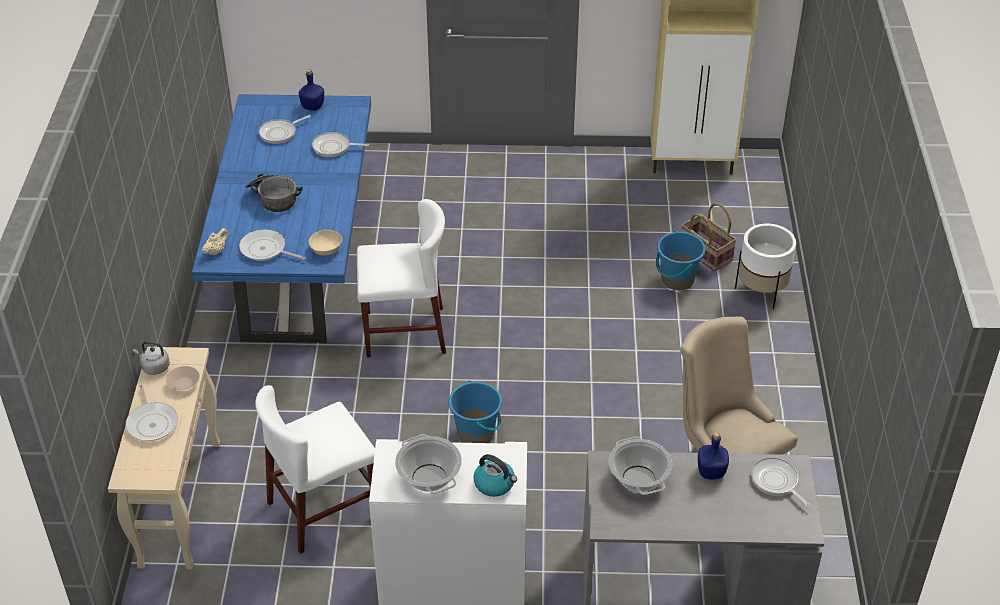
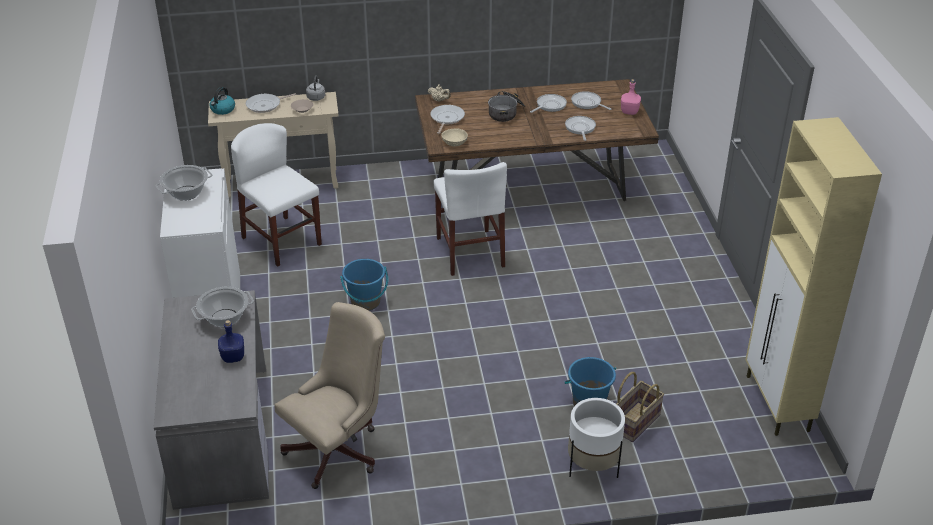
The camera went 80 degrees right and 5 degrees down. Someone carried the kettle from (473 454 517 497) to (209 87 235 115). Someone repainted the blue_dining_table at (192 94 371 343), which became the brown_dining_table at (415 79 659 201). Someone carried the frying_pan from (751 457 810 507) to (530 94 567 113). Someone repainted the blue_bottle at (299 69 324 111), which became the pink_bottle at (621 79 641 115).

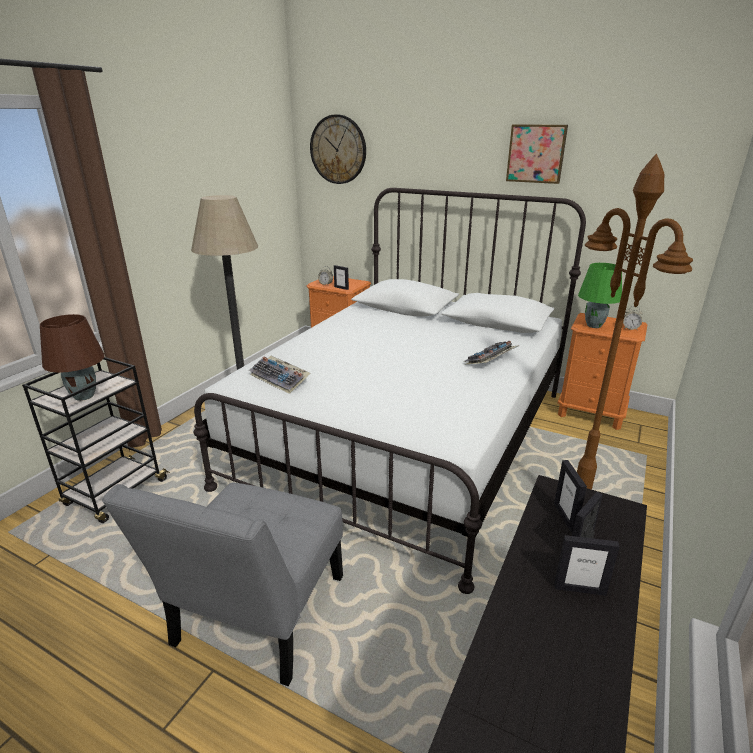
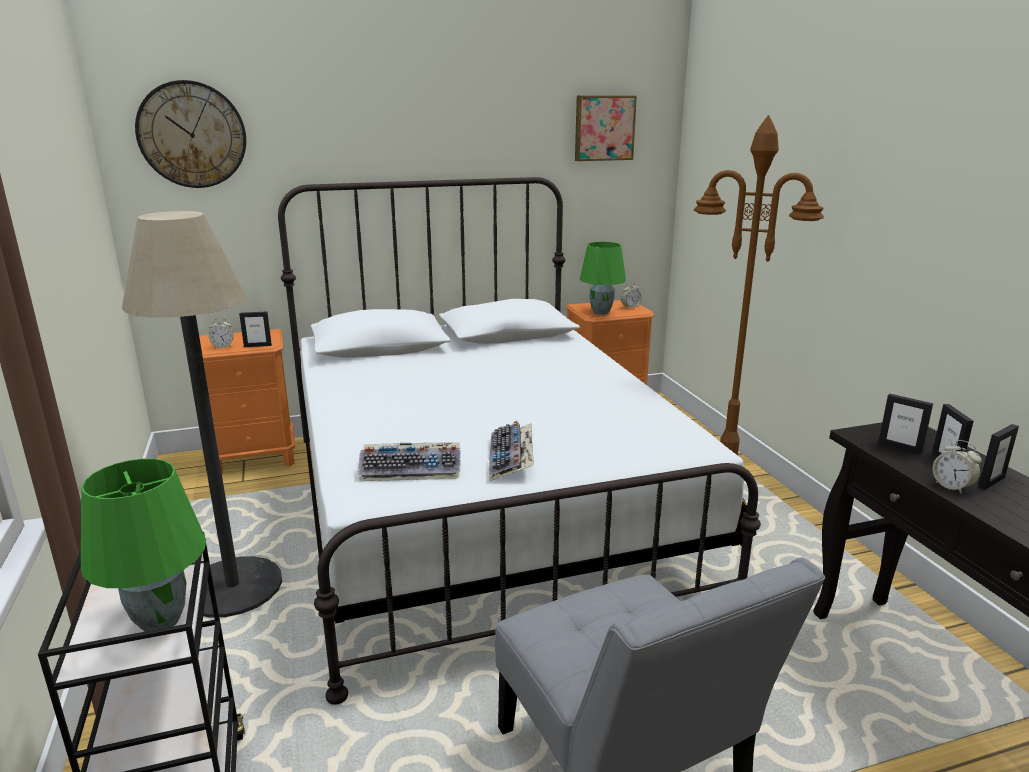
The camera went 45 degrees left and 5 degrees down. Someone repainted the brown_table_lamp at (40 314 104 401), which became the green_table_lamp at (81 458 206 632). Someone carried the keyboard from (464 341 520 365) to (489 421 534 481). Someone carried the picture from (506 124 568 184) to (575 96 637 161). Someone put down the alarm_clock at (933 440 982 494).

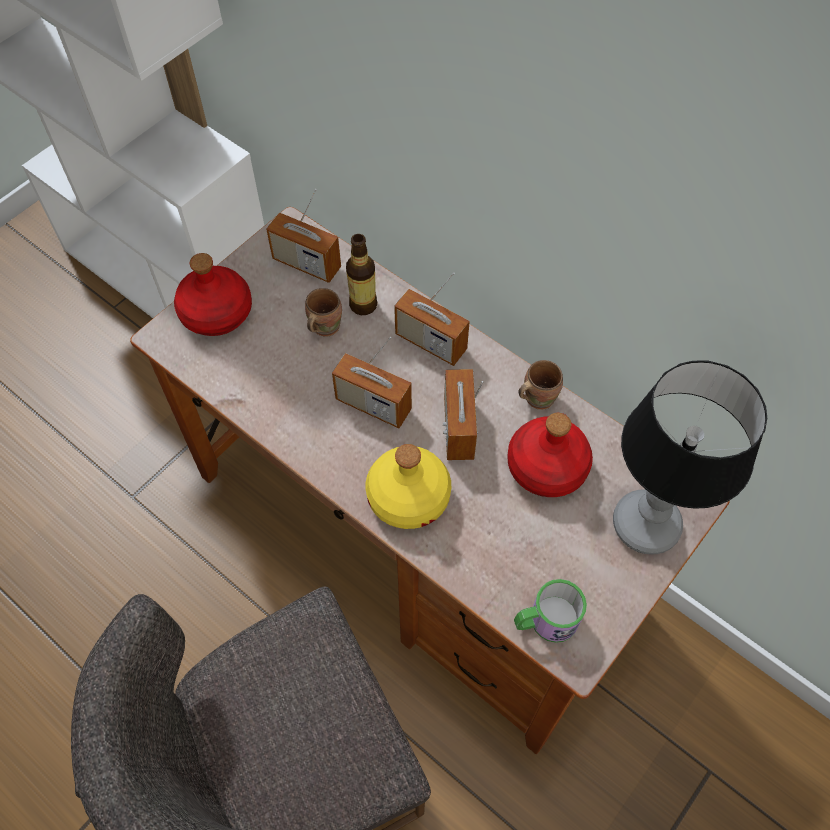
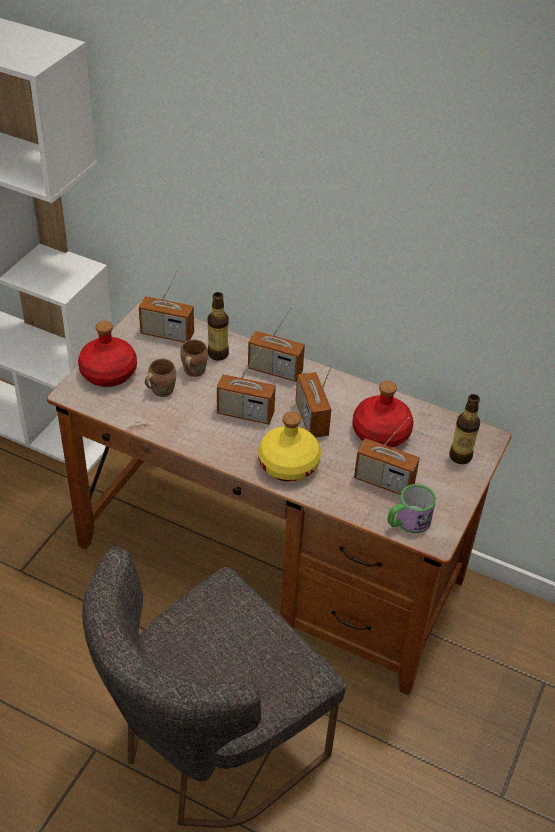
The camera went 15 degrees left and 15 degrees down. Someone carried the brown_mug from (519 360 563 410) to (145 359 176 397). Someone put down the radio at (354 417 420 495). Someone swapped the table_lamp at (613 360 767 555) for the bottle at (449 394 480 464).

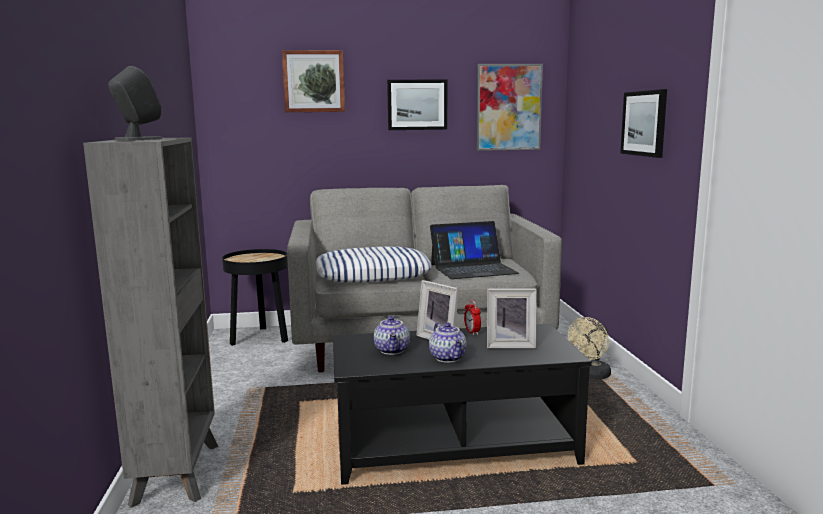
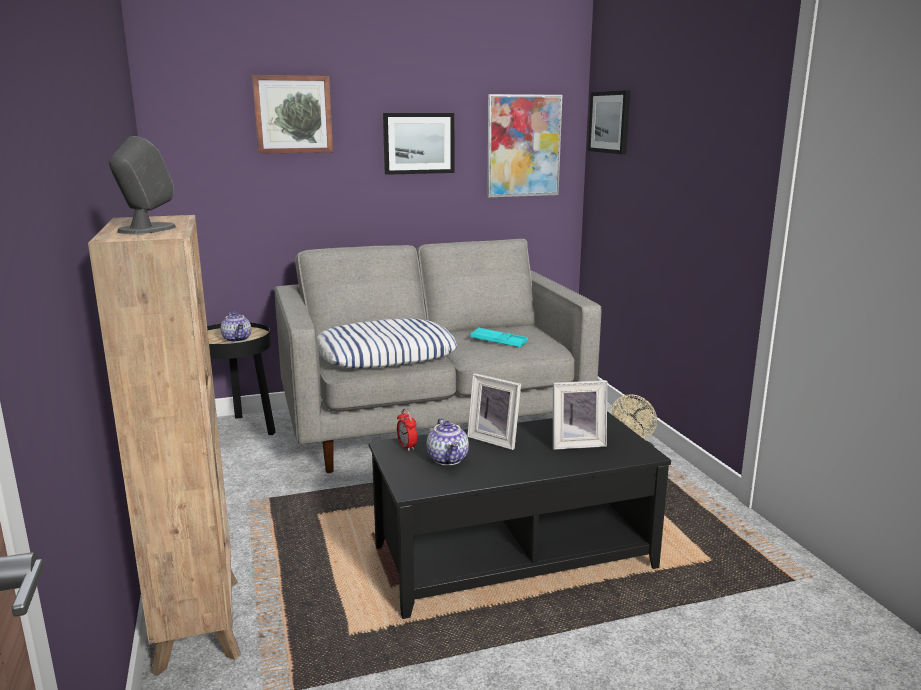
The camera went 10 degrees left and 5 degrees up. Someone repainted the grey_bookcase at (83 137 218 508), which became the brown_bookcase at (88 215 241 676). Someone carried the teapot from (429 322 467 363) to (221 312 251 342). Someone carried the alarm_clock from (464 300 481 335) to (397 409 417 451). Someone swapped the laptop at (430 221 519 279) for the turquoise_tray at (470 327 528 347). Someone carried the picture from (620 89 667 158) to (588 90 630 154).

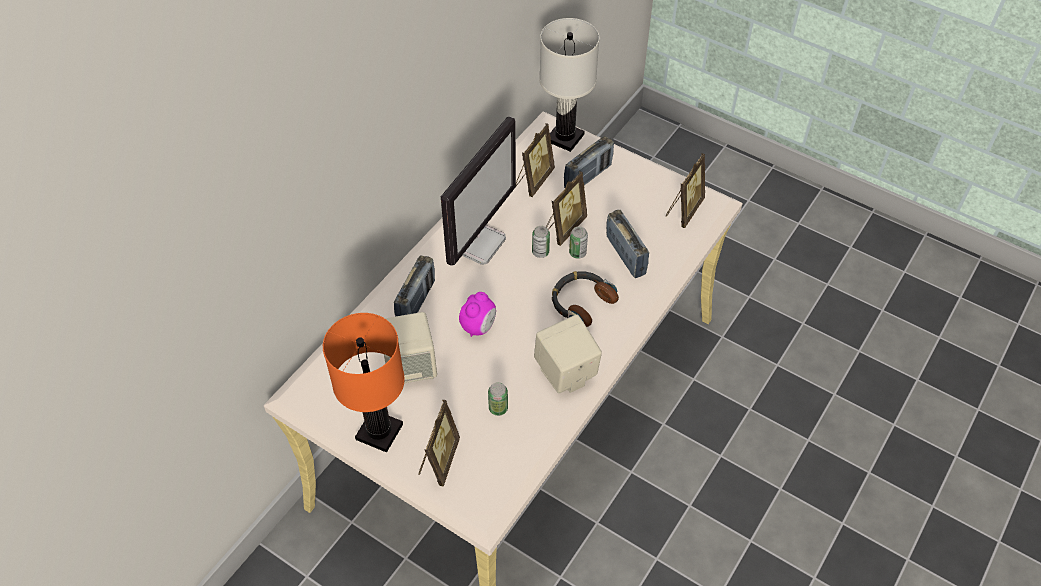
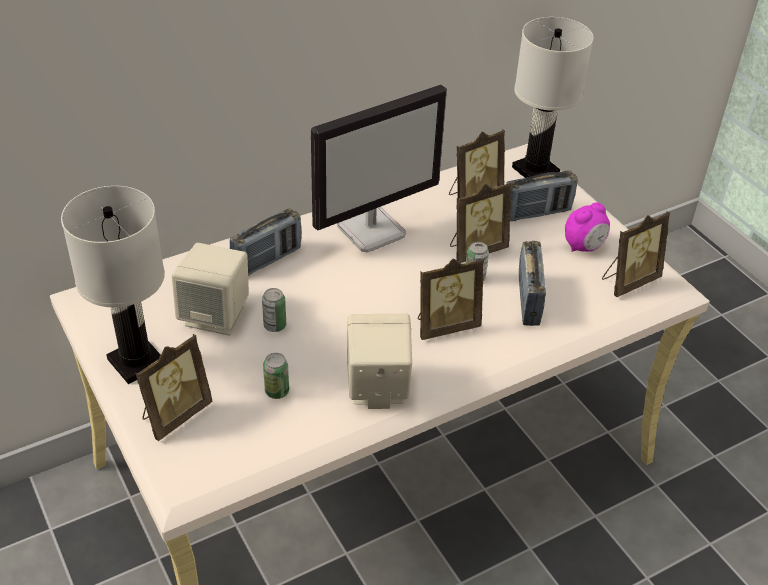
The camera went 25 degrees right and 10 degrees down. Someone repainted the orange_table_lamp at (323 313 405 452), which became the white_table_lamp at (61 186 165 384). Someone carried the can from (532 226 550 258) to (262 288 286 332). Someone swapped the headphones at (552 271 619 327) for the picture_frame at (418 258 484 340). Someone carried the alarm_clock from (459 292 496 337) to (565 202 610 252).

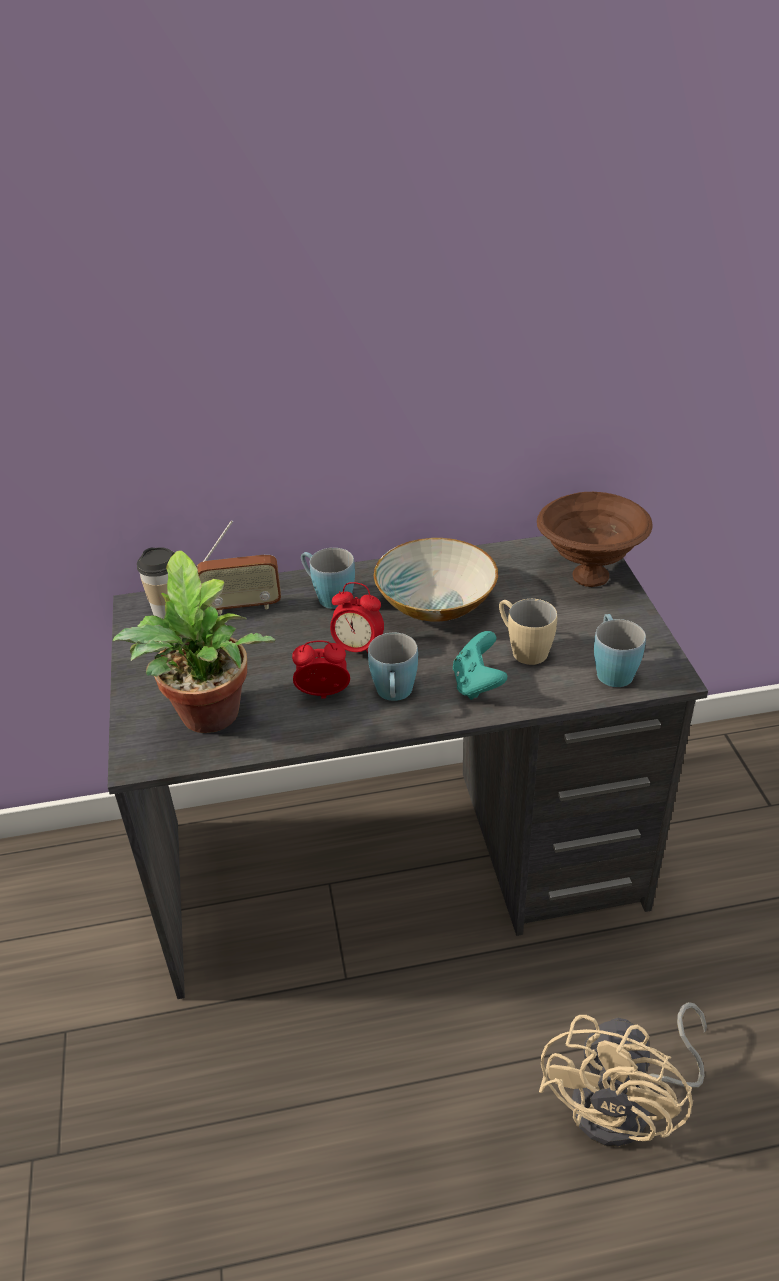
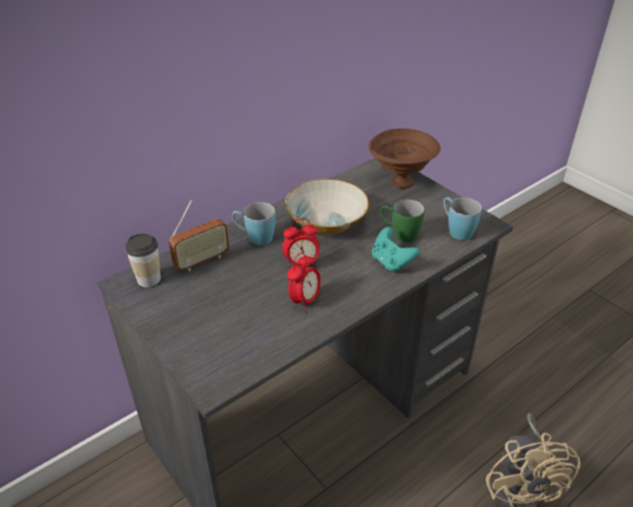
The camera went 30 degrees left and 0 degrees up. Someone rotated the alarm_clock at (292 640 350 699) by 150 degrees clockwise. Someone repainted the beige_mug at (499 599 557 665), which became the green_mug at (380 199 425 242). Someone took away the potted_plant at (113 550 276 733). Someone took away the blue_mug at (368 633 418 701).

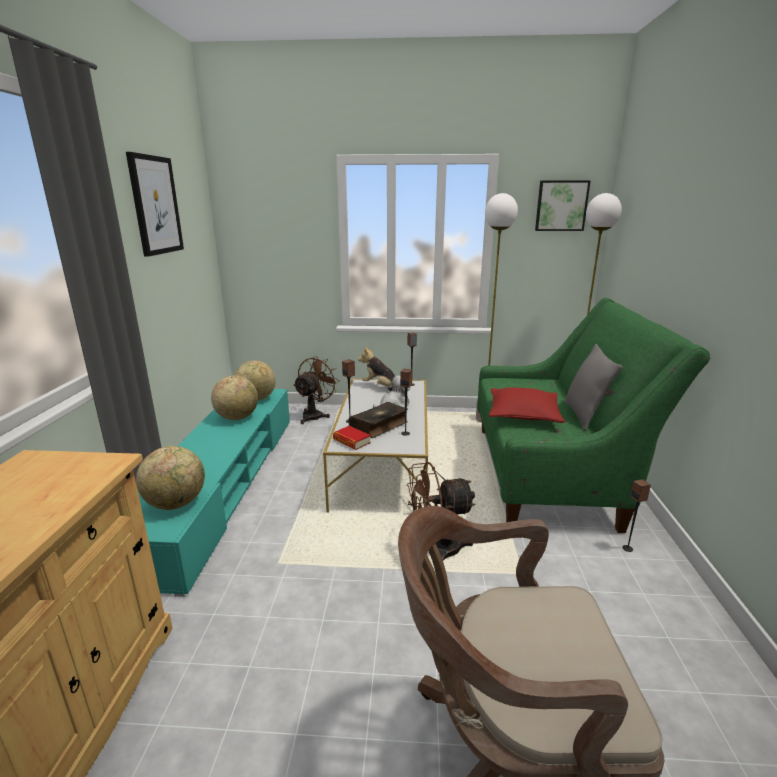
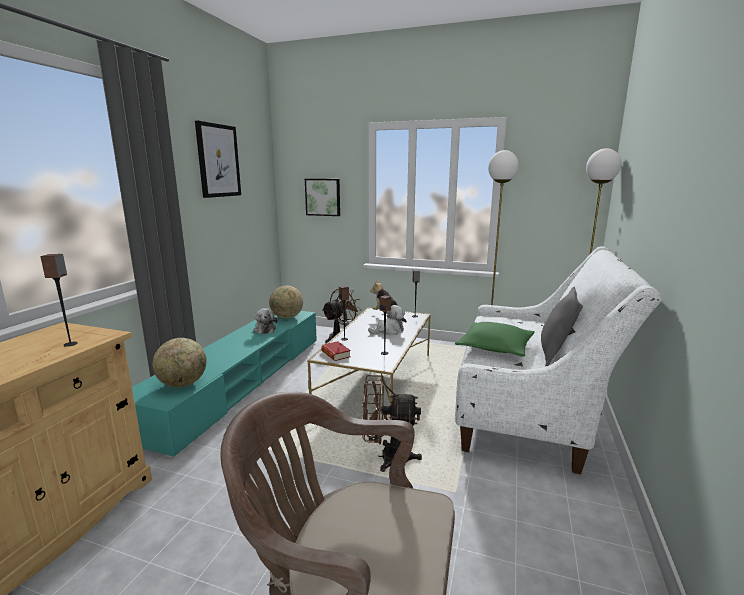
The camera went 15 degrees right and 5 degrees down. Someone carried the speaker from (622 479 651 552) to (40 254 78 347). Someone swapped the globe at (211 375 258 420) for the plush_toy at (253 308 277 334). Someone carried the picture from (535 180 591 231) to (305 179 340 216). Someone repainted the green_sofa at (477 298 710 533), which became the white_sofa at (455 246 662 474). Someone repainted the red_pillow at (489 387 565 423), which became the green_pillow at (455 322 535 356). Someone took away the book at (349 402 408 438).

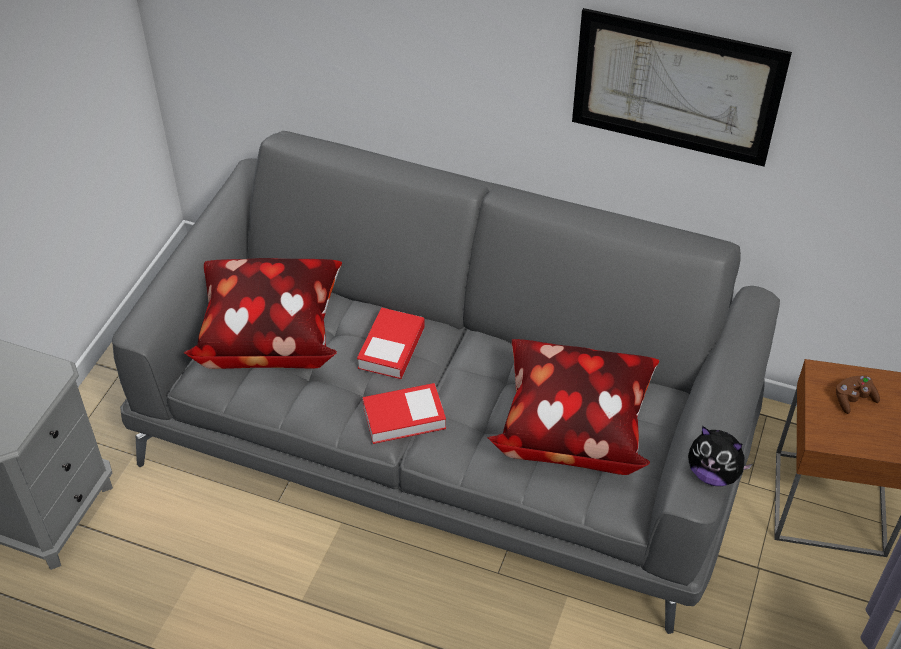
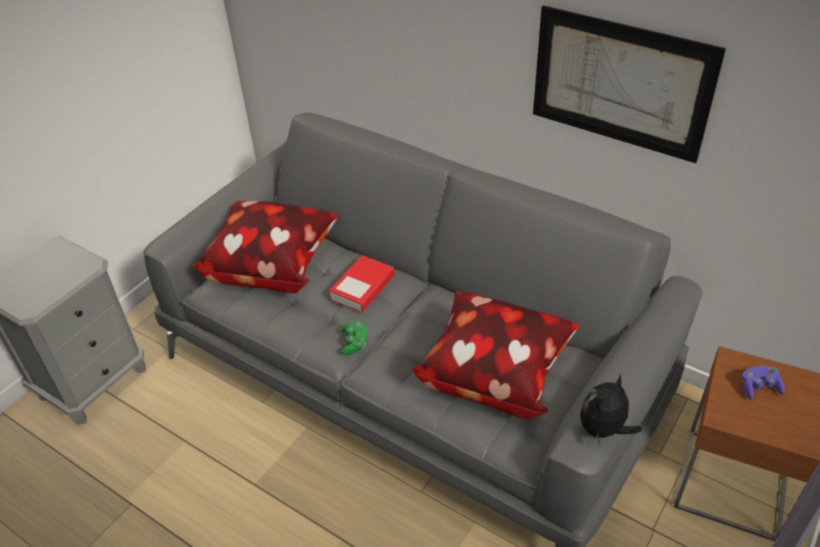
The camera went 15 degrees right and 5 degrees down. Someone swapped the book at (362 383 446 444) for the green_game_controller at (341 321 368 355). Someone rotated the plush_toy at (688 426 753 486) by 90 degrees clockwise. Someone repainted the brown_game_controller at (836 375 880 414), which became the purple_game_controller at (742 366 785 399).

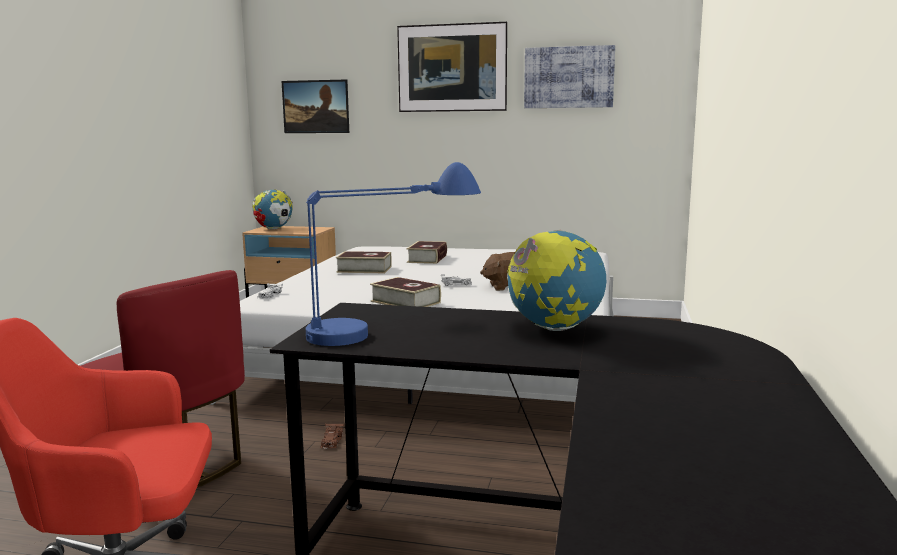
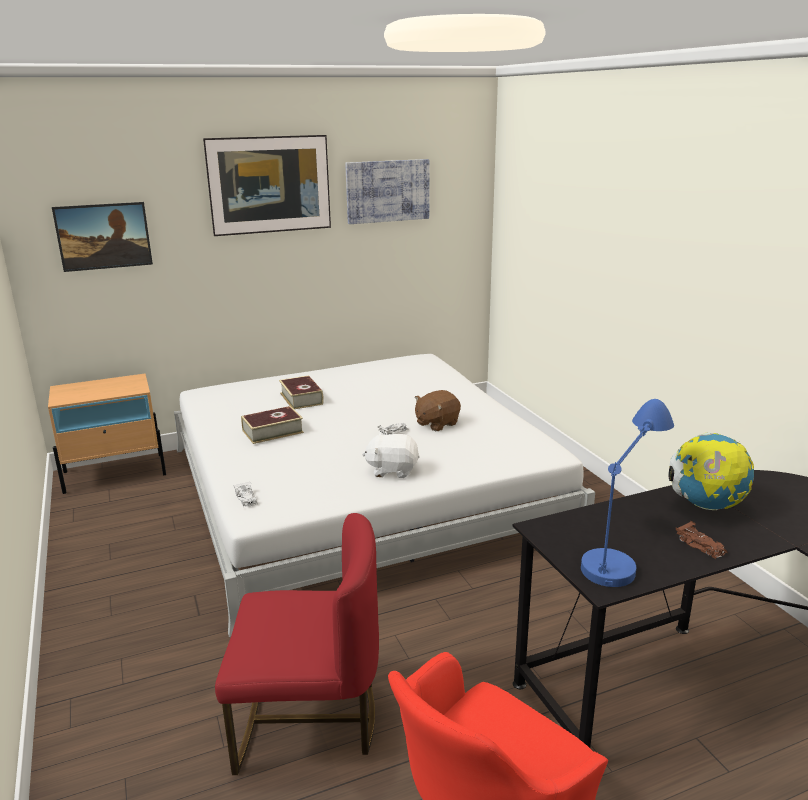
The camera went 35 degrees left and 10 degrees up. Someone swapped the book at (370 277 441 307) for the white_plush_toy at (362 432 420 478). Someone carried the brown_toy_car from (321 424 344 448) to (676 521 728 559). Someone took away the globe at (252 189 293 229).

